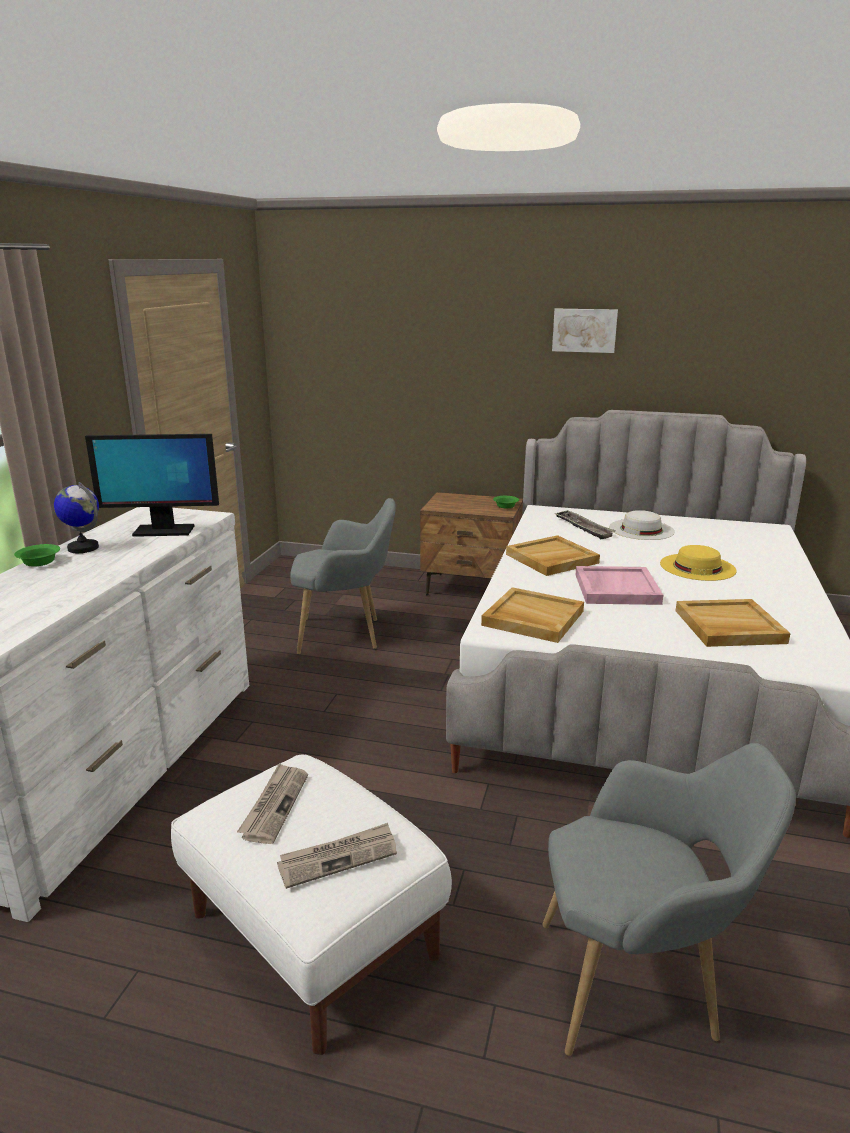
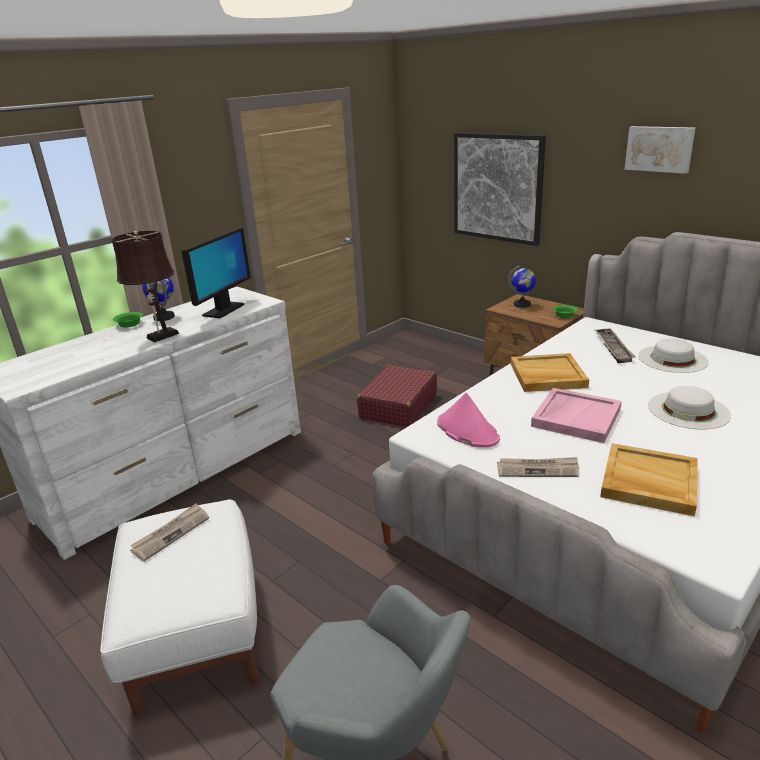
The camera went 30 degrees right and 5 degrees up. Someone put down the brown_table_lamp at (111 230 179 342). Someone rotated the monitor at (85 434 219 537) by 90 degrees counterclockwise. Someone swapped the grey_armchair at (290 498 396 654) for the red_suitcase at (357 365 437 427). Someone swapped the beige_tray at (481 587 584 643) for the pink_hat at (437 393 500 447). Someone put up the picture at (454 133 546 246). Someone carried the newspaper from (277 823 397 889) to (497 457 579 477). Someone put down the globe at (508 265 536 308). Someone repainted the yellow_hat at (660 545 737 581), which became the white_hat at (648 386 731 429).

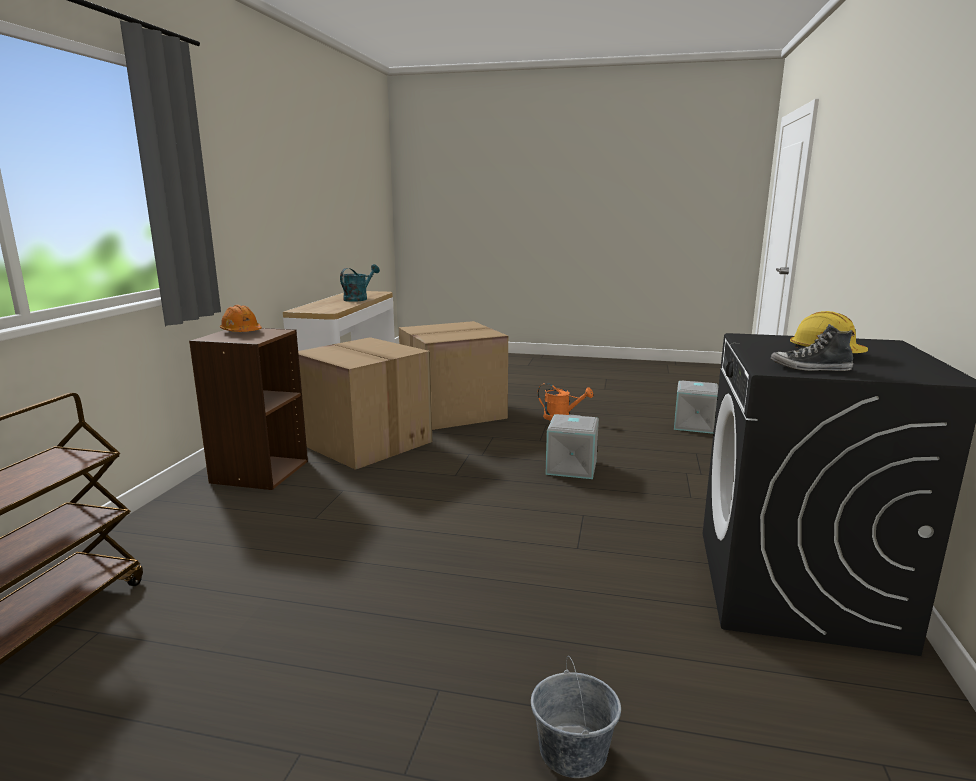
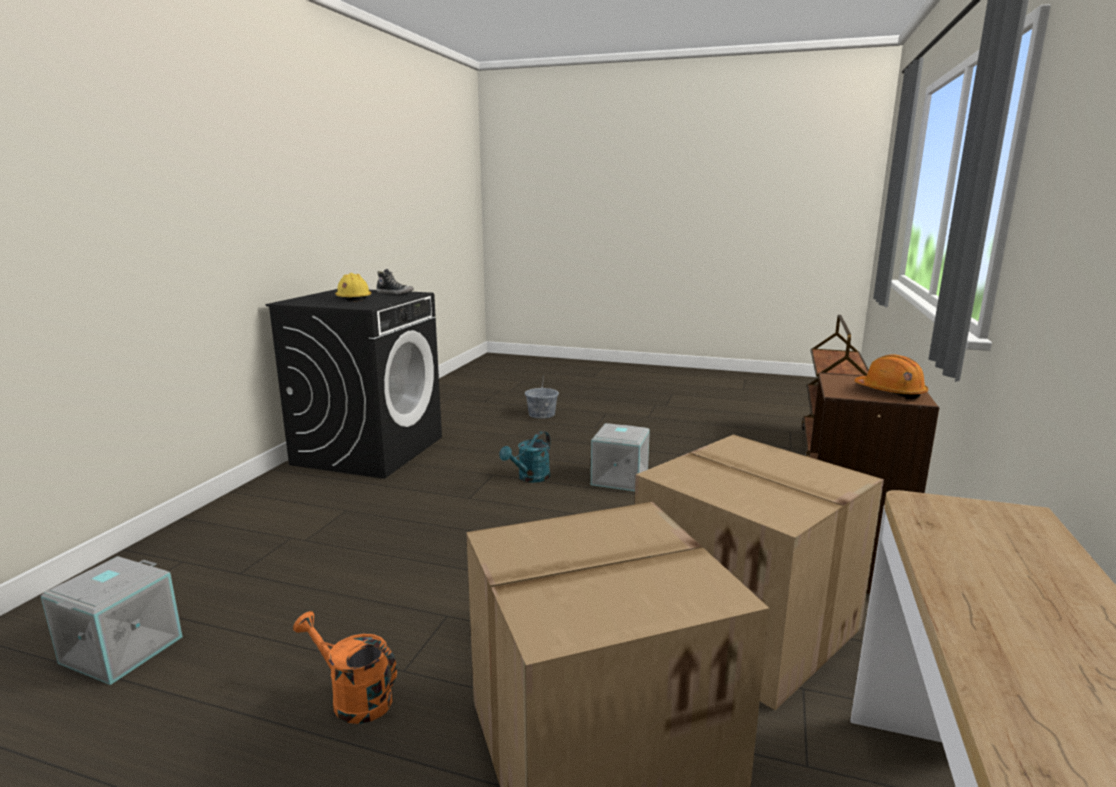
The camera went 175 degrees left and 0 degrees up. Someone carried the turquoise_watering_can from (340 264 380 302) to (499 431 550 483). Someone carried the grey_storage_box from (545 414 599 479) to (591 423 650 491).

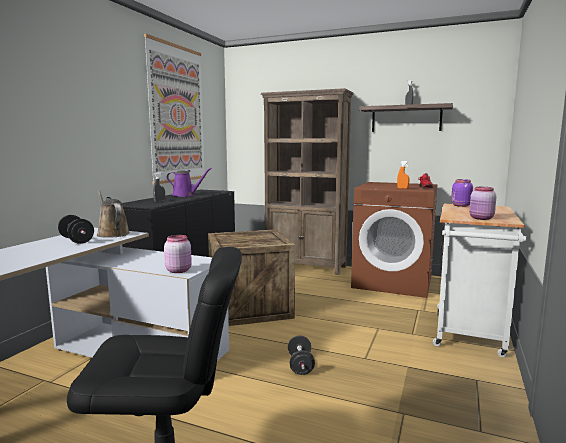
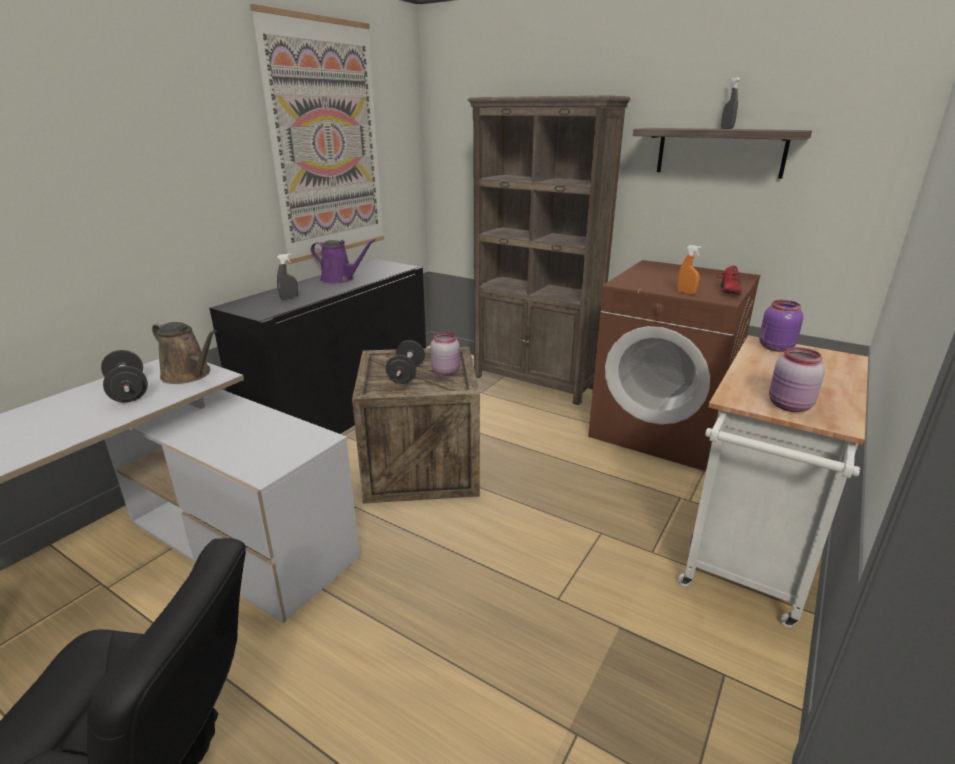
The camera went 10 degrees right and 15 degrees up. Someone rotated the brown_watering_can at (97 191 130 238) by 150 degrees clockwise. Someone carried the black_dumbbell from (288 335 315 375) to (386 340 425 384). Someone carried the pink_jar from (164 235 192 273) to (430 332 460 376).

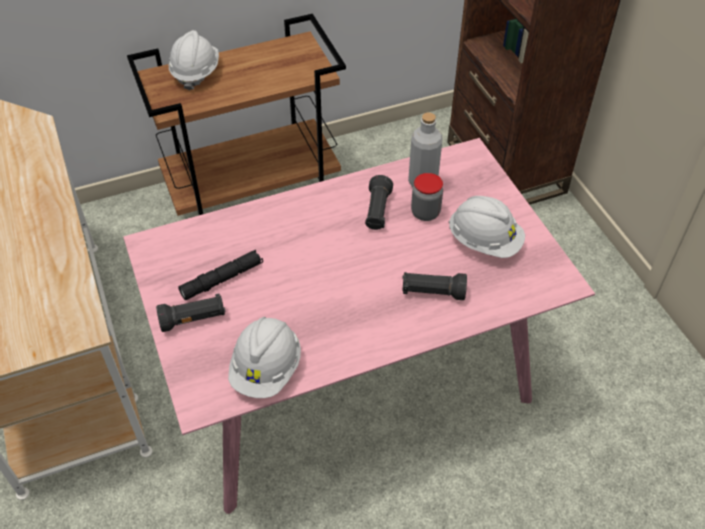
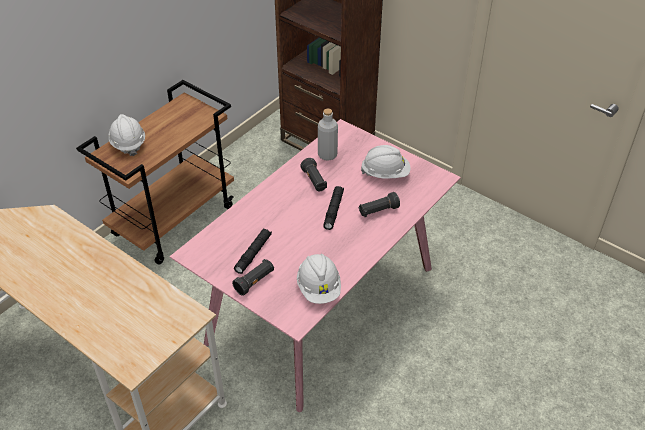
The camera went 30 degrees left and 5 degrees down. Someone put down the black_flashlight at (323 186 344 230). Someone took away the jar at (411 173 443 221).

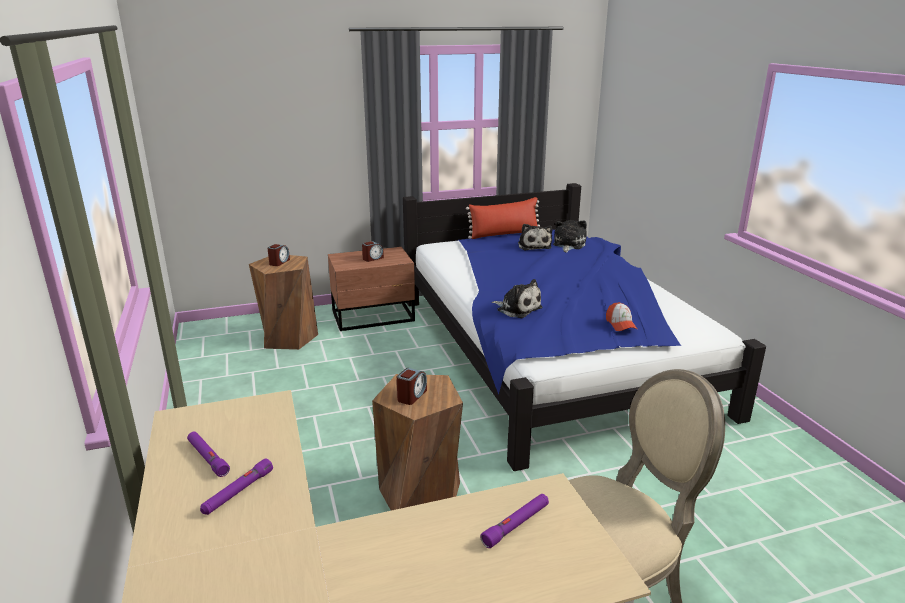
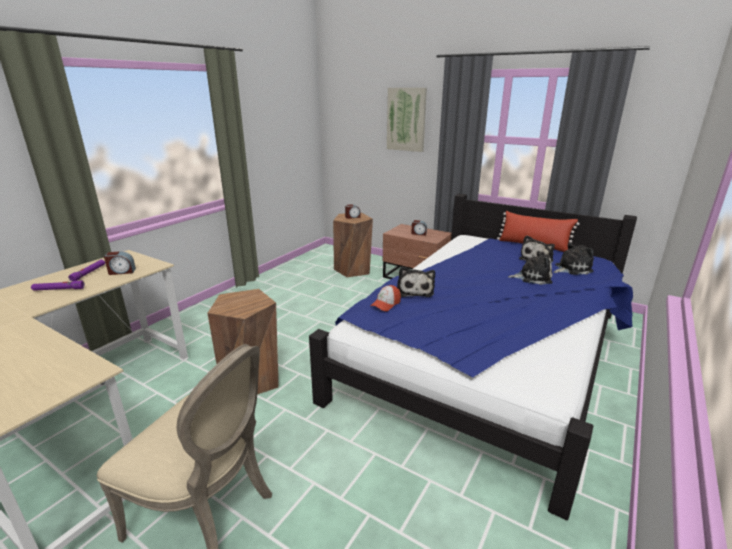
The camera went 50 degrees right and 0 degrees up. Someone carried the alarm_clock from (397 368 427 405) to (104 251 136 275). Someone carried the cap from (606 302 637 331) to (371 285 401 312). Someone put up the picture at (387 88 427 152). Someone put down the plush_toy at (508 251 553 285). Someone took away the purple_flashlight at (480 494 549 548).

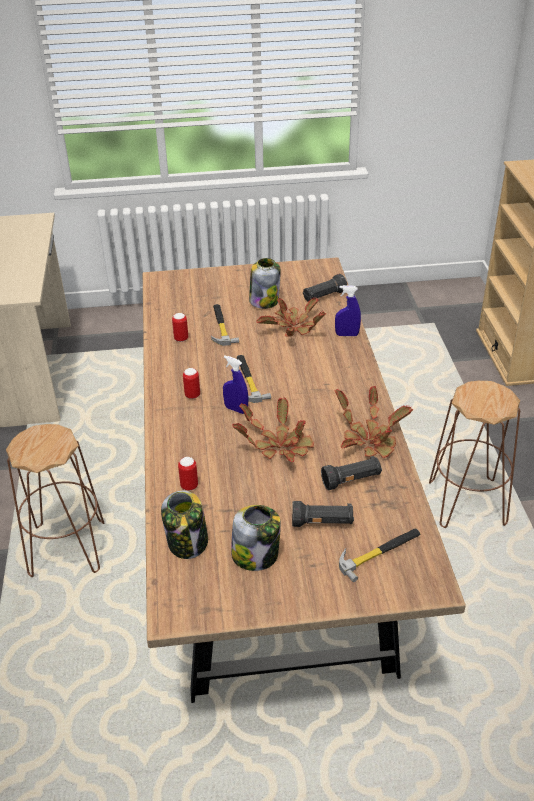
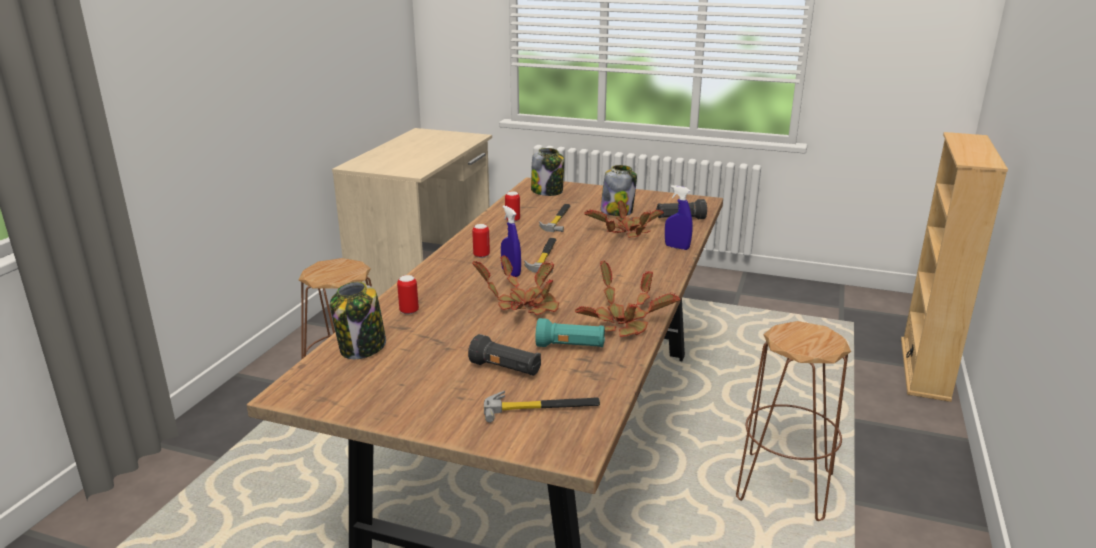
The camera went 25 degrees right and 15 degrees down. Someone carried the jar from (231 505 281 571) to (531 148 564 196). Someone repainted the black_flashlight at (321 456 382 490), which became the turquoise_flashlight at (535 318 605 347).

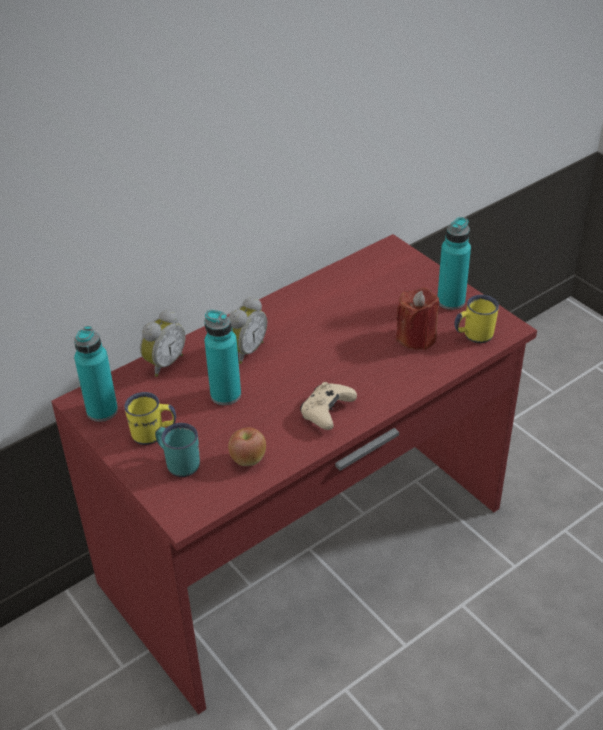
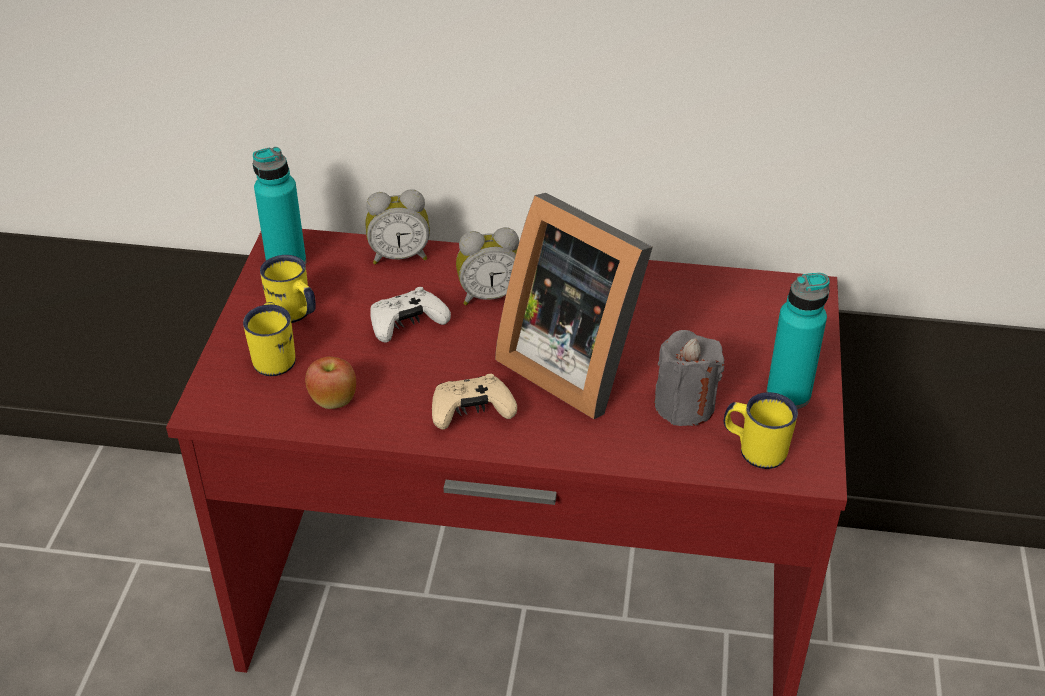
The camera went 45 degrees right and 0 degrees up. Someone repainted the turquoise_mug at (155 423 200 477), which became the yellow_mug at (243 302 296 376). Someone swapped the turquoise_bottle at (204 310 241 405) for the white_game_controller at (370 287 451 343). Someone put down the picture_frame at (495 193 652 419). Someone repainted the red_candle at (396 287 439 350), which became the grey_candle at (654 330 725 426).

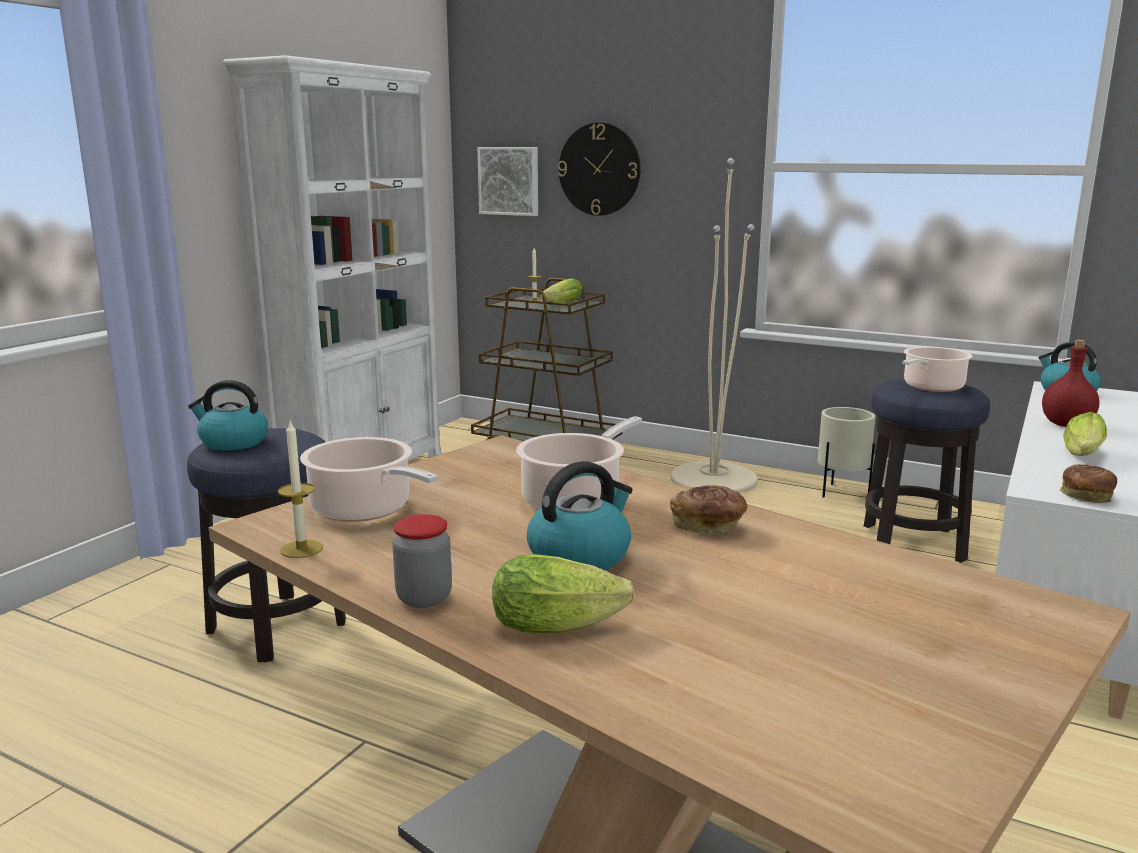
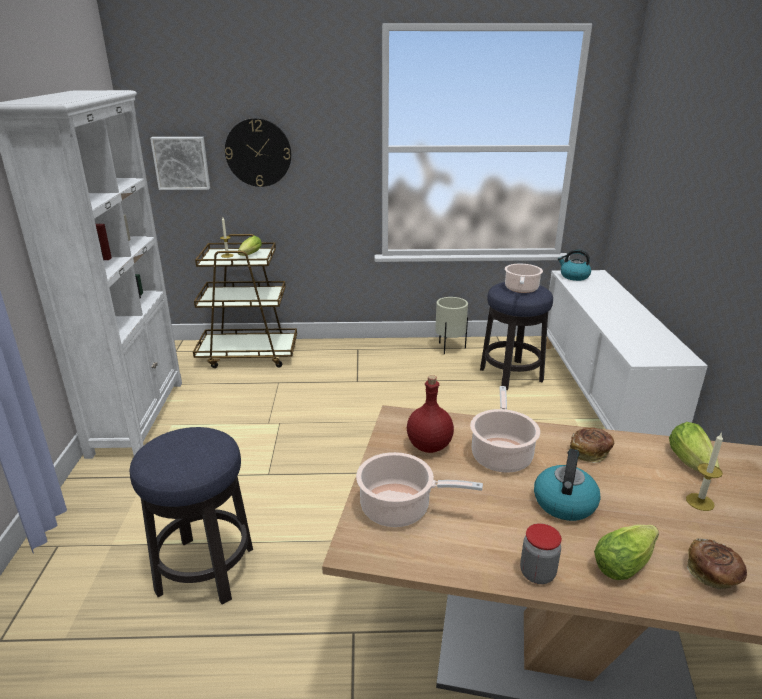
The camera went 30 degrees left and 10 degrees up. Someone carried the red_bottle from (1042 339 1099 427) to (407 375 454 453). Someone carried the lettuce from (1063 412 1107 456) to (669 422 719 472). Someone carried the candle from (278 421 323 558) to (686 432 723 511). Someone carried the bread from (1060 464 1117 503) to (687 538 747 589). Someone took away the kettle at (188 380 268 451). Someone took away the beige_floor_lamp at (671 158 758 493).

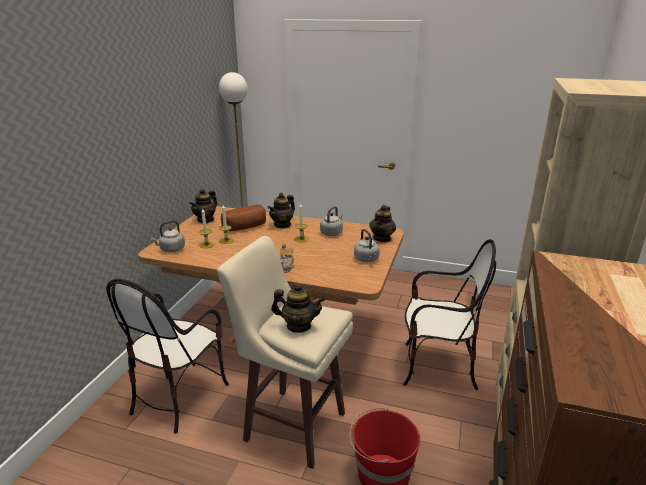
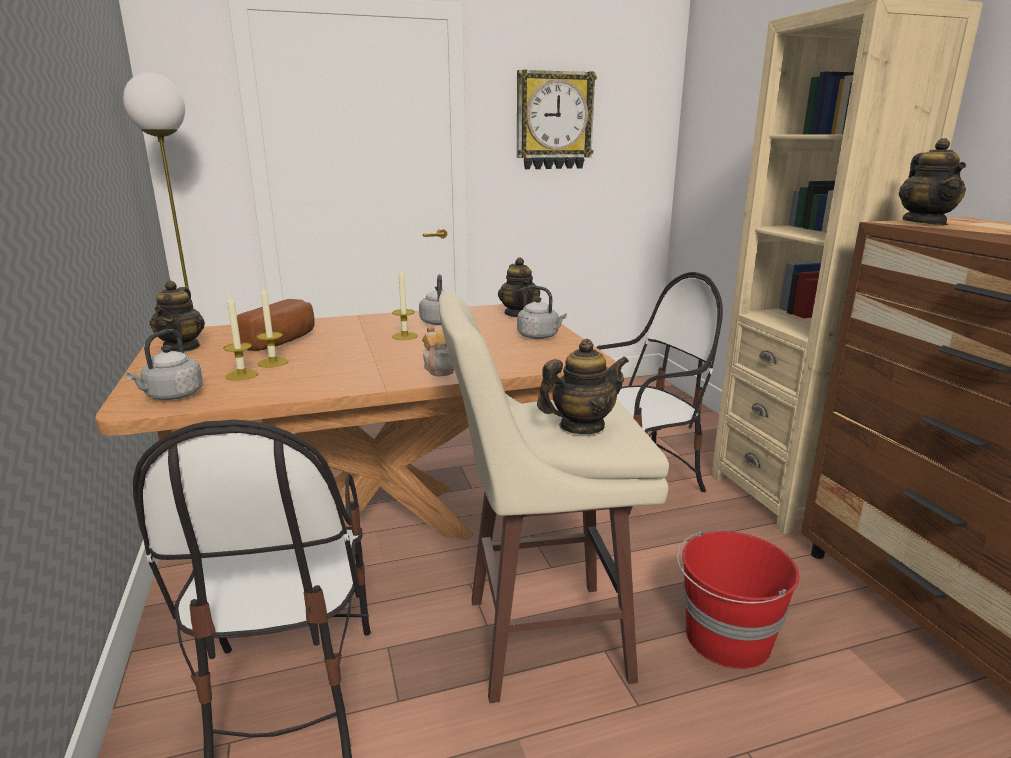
The camera went 35 degrees left and 5 degrees down. Someone put up the wall_clock at (517 69 597 169). Someone carried the teapot from (268 193 295 228) to (899 138 966 225).

